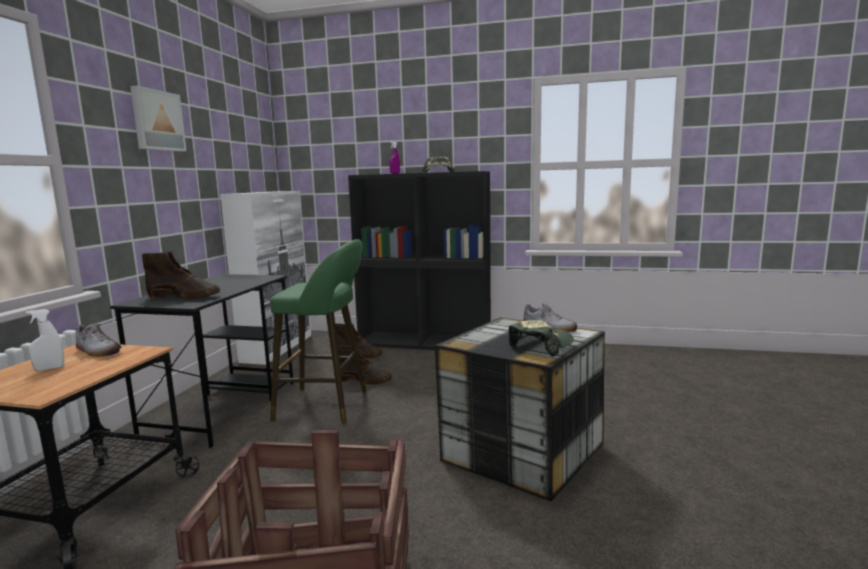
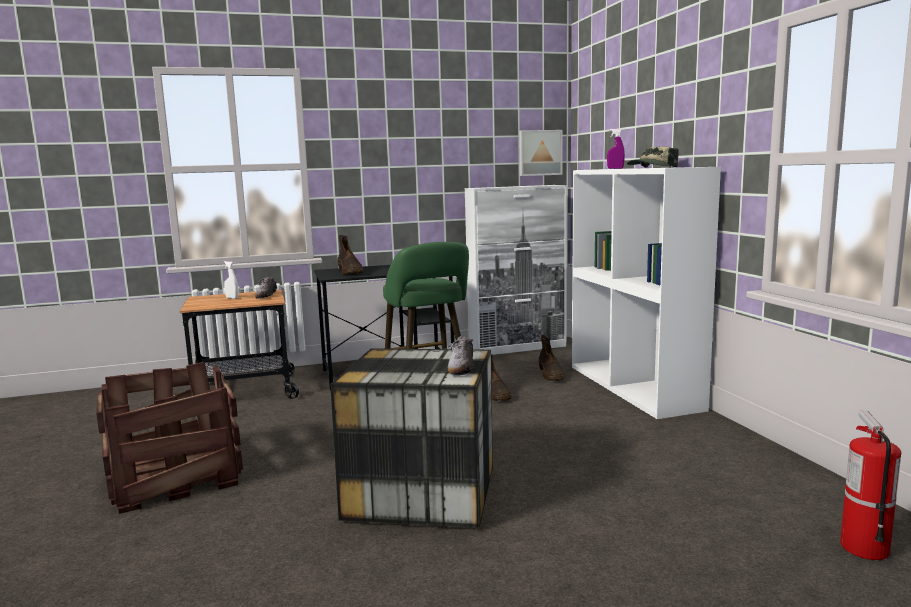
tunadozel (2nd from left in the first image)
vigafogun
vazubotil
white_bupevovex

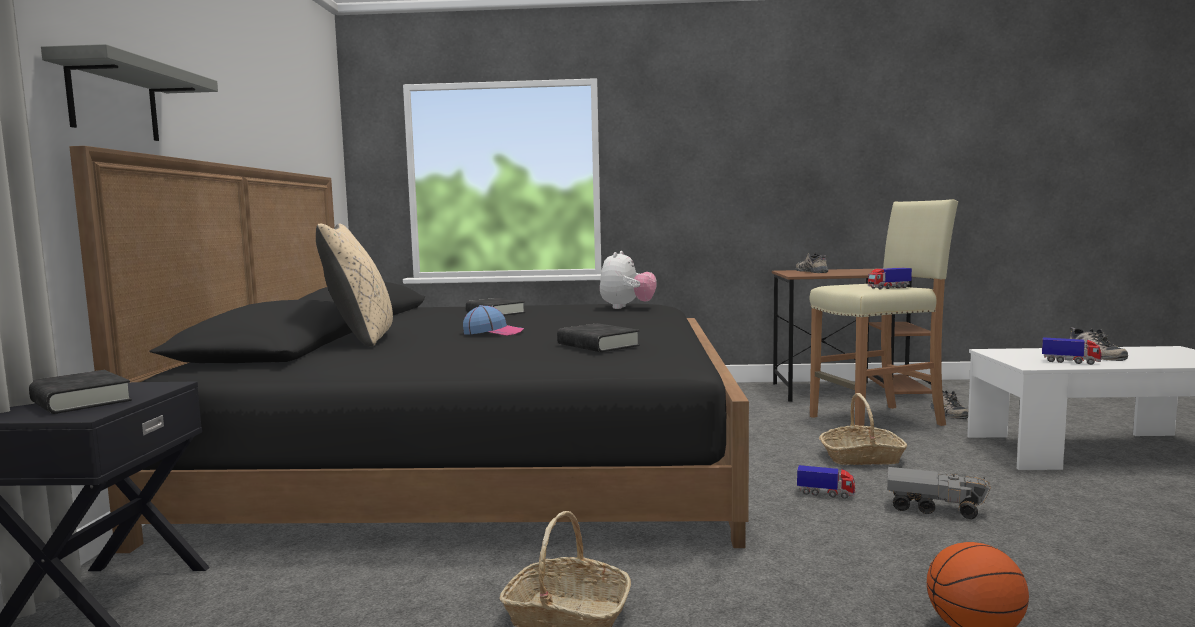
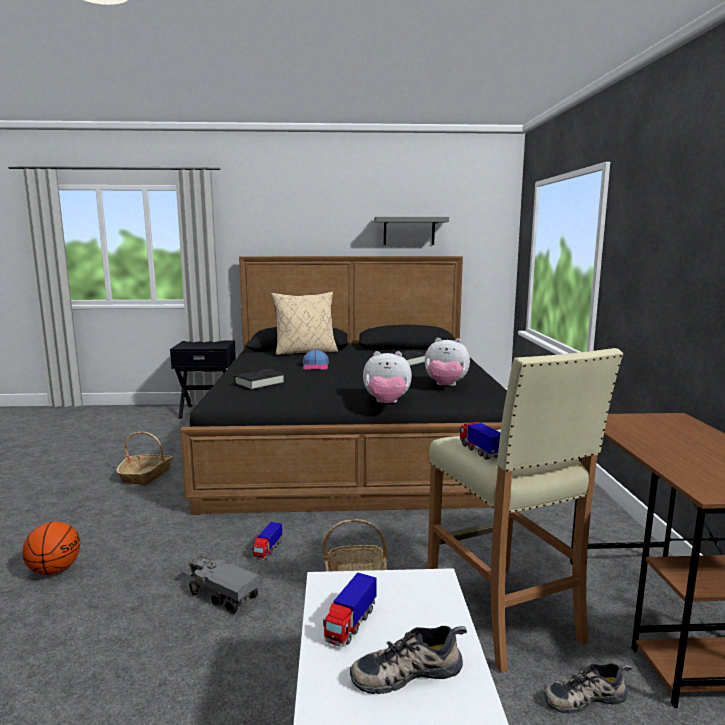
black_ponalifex (1st from left in the first image)
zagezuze (1st from left in the first image)
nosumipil (1st from left)
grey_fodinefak
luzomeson (1st from left)

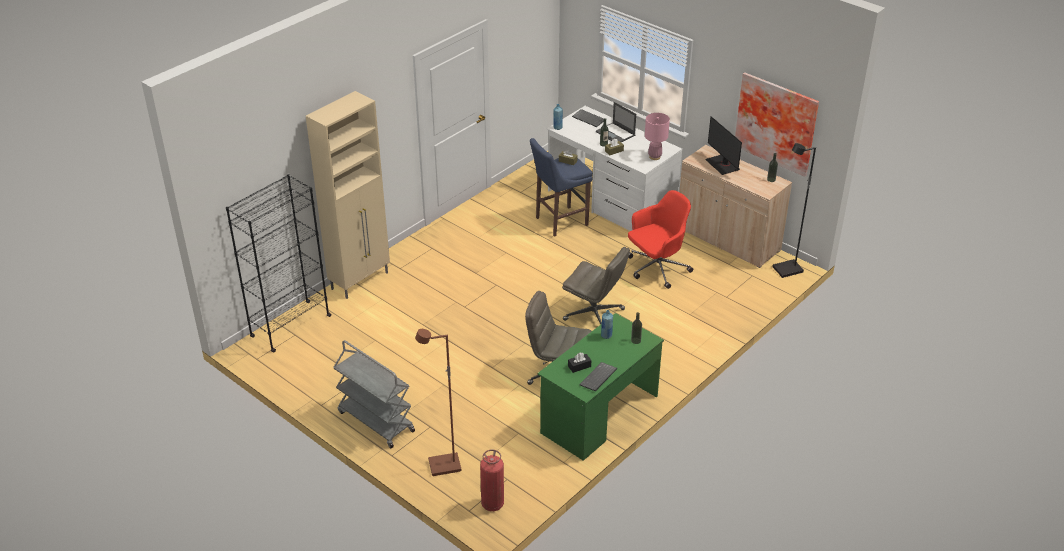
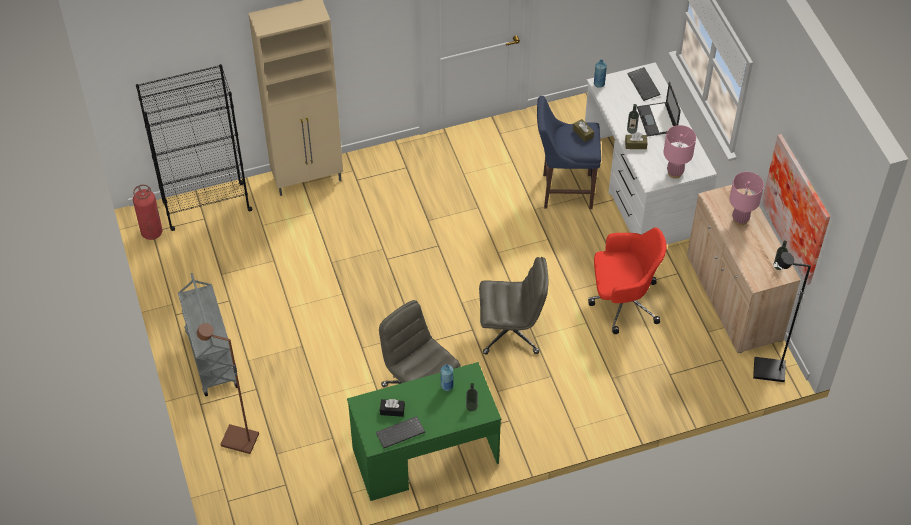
vigafogun
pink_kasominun (2nd from left)
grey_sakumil (2nd from left)

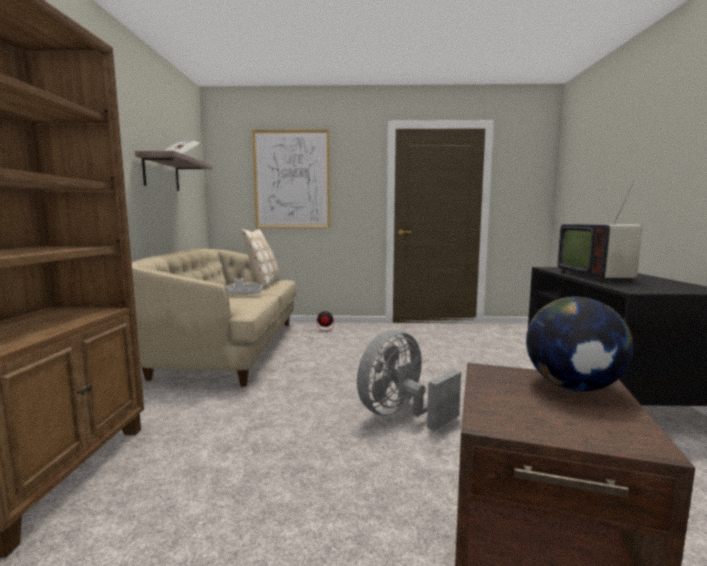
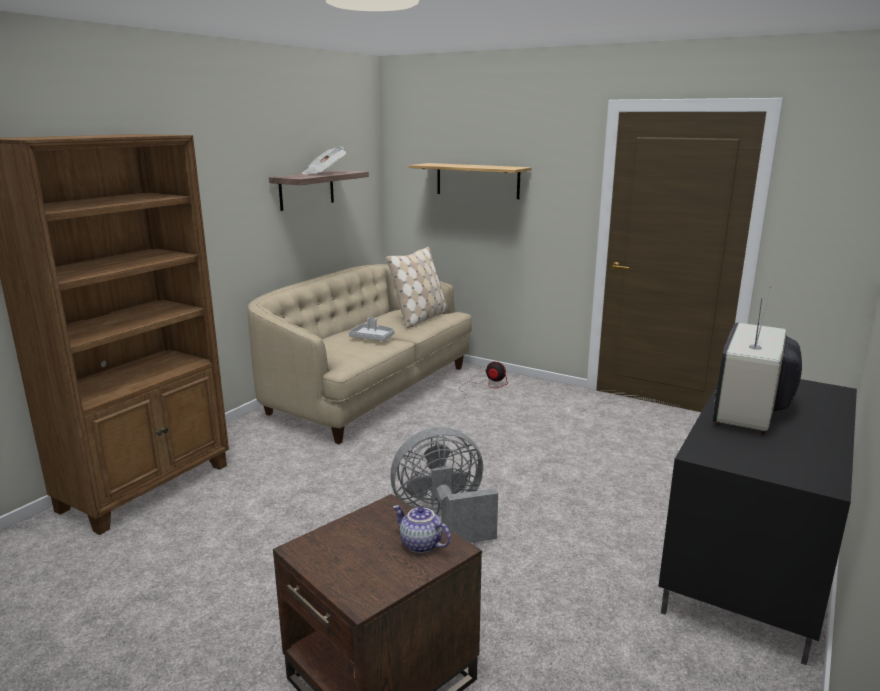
fodinefak (2nd from left)
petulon

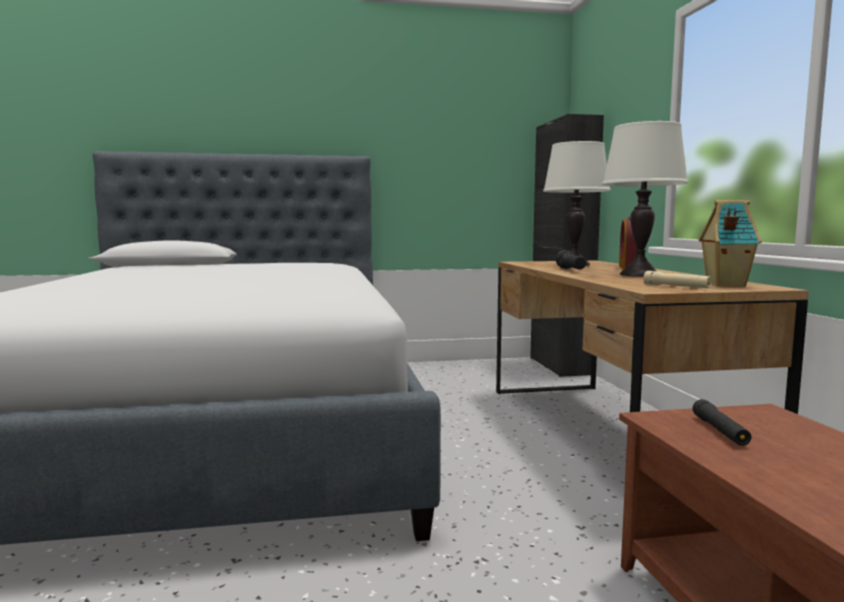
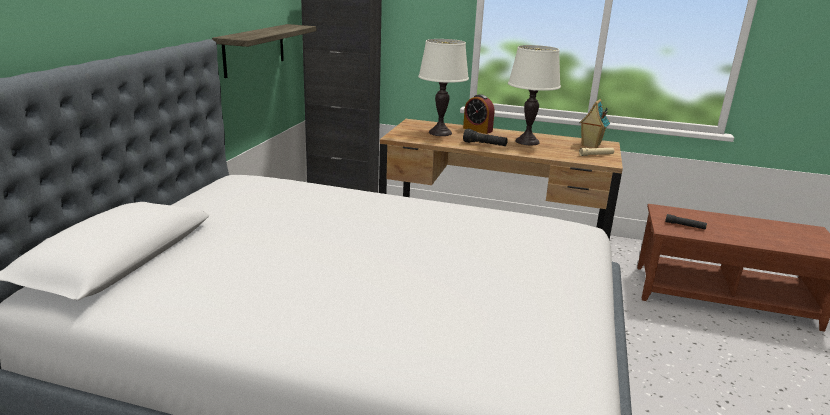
fodinefak

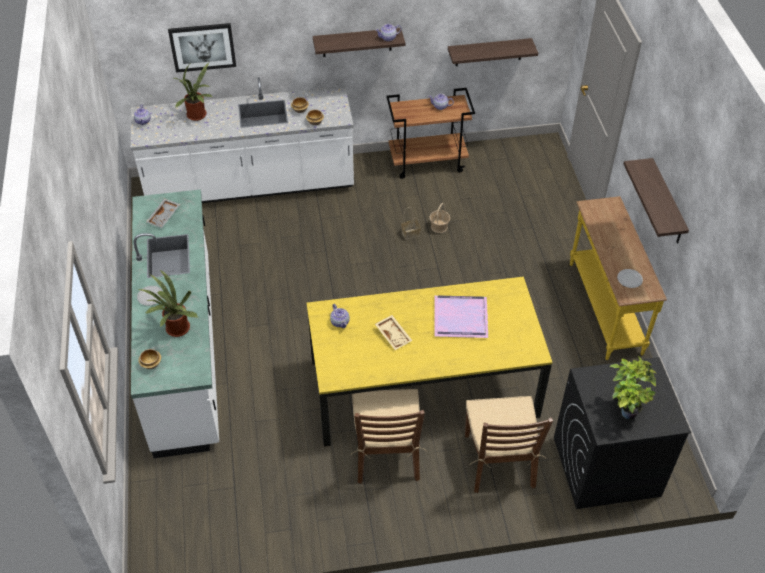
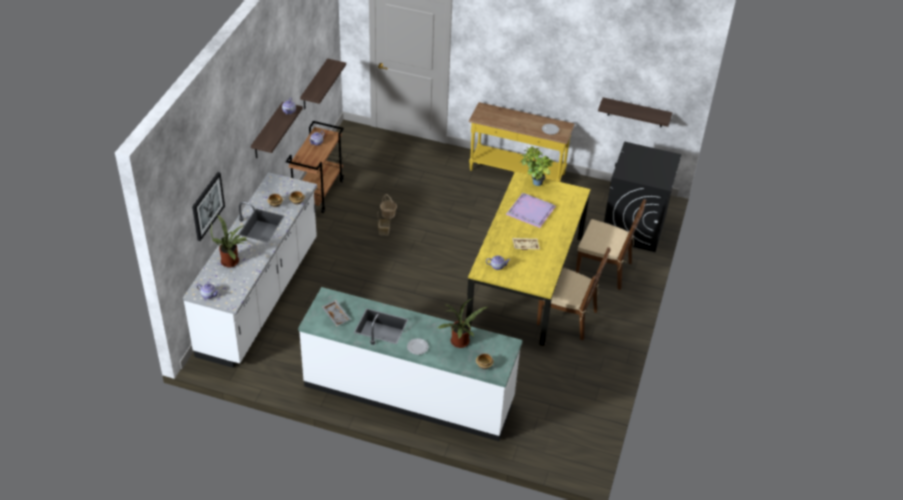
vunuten (3rd from left)
fodinefak (3rd from left)

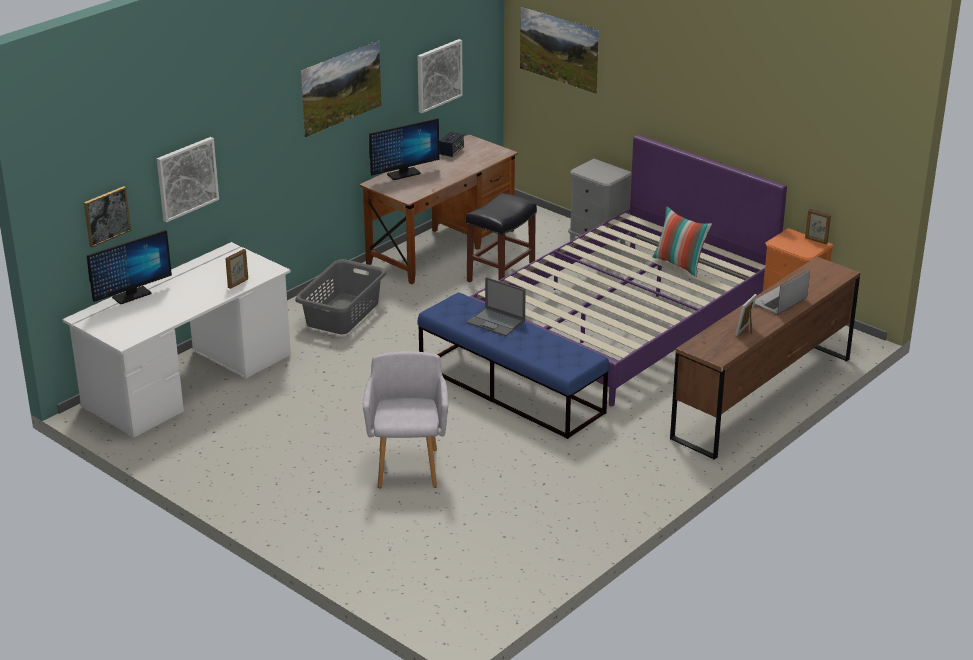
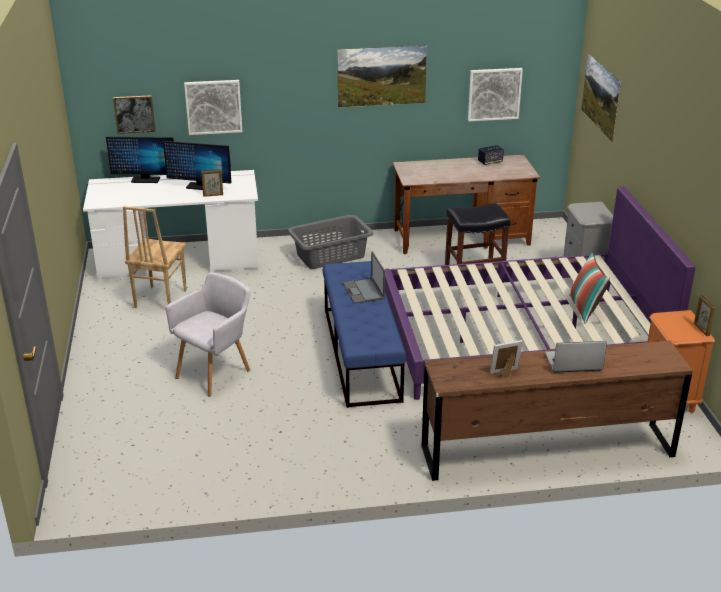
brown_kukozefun
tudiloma (2nd from left)

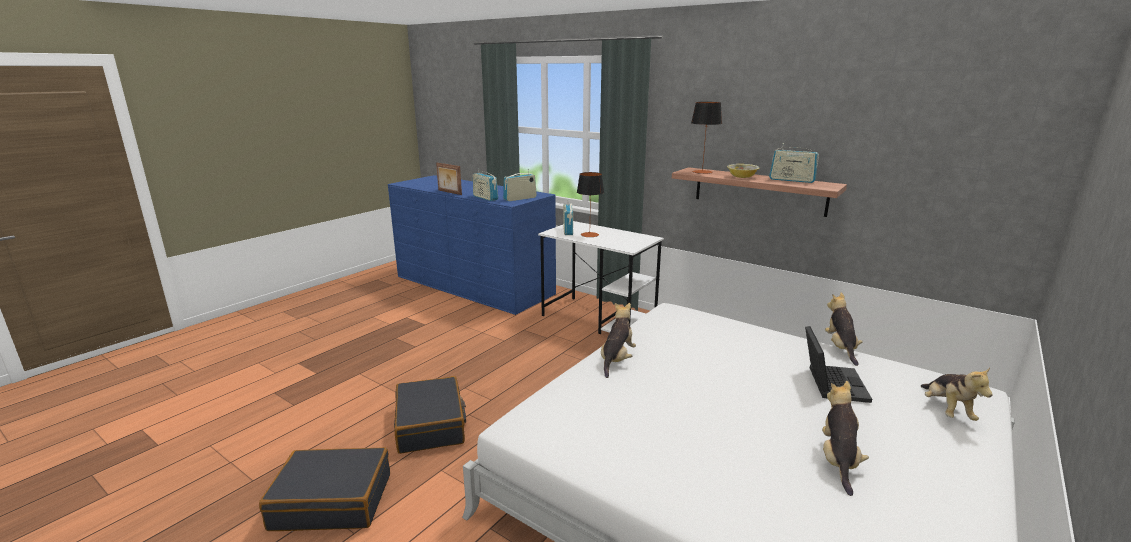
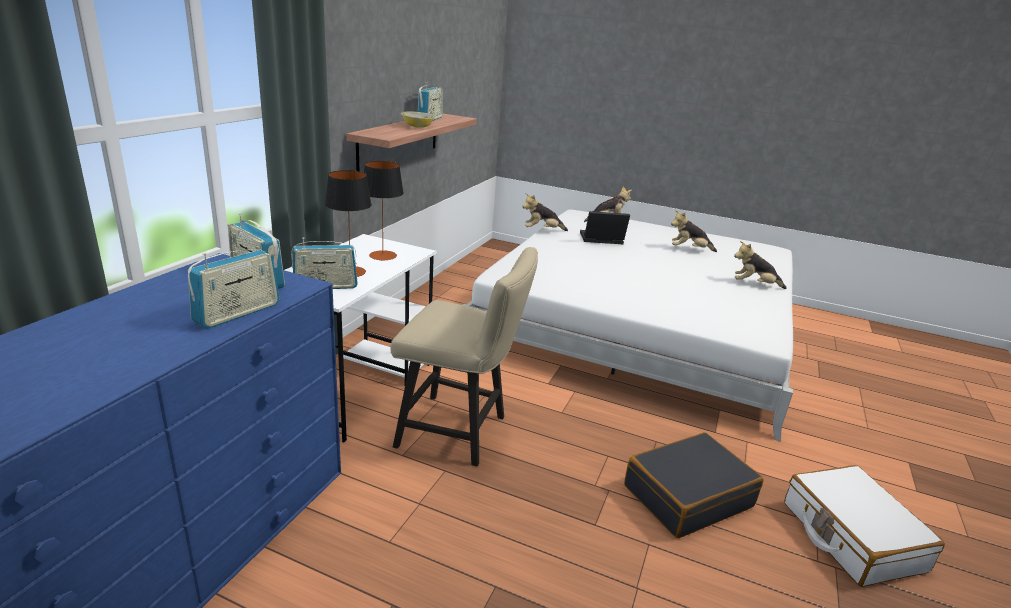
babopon
beige_kukozefun
nosumipil (4th from left)
kasominun (2nd from left)
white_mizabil

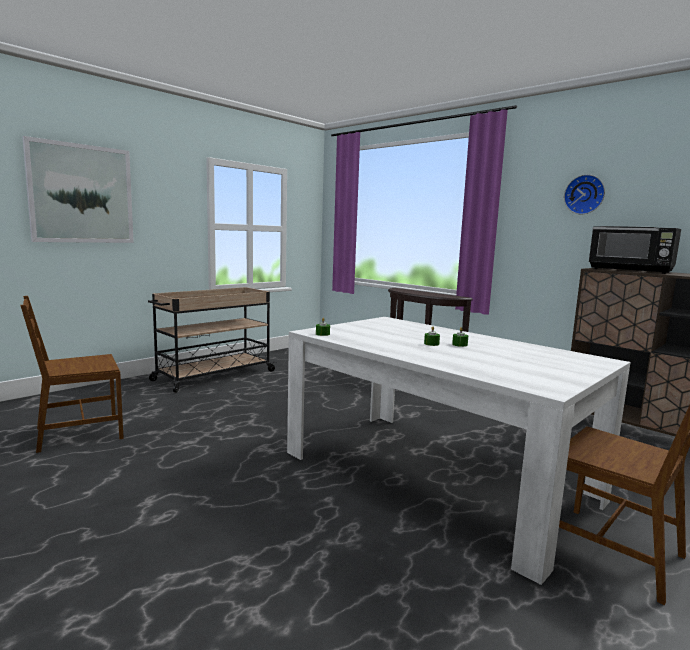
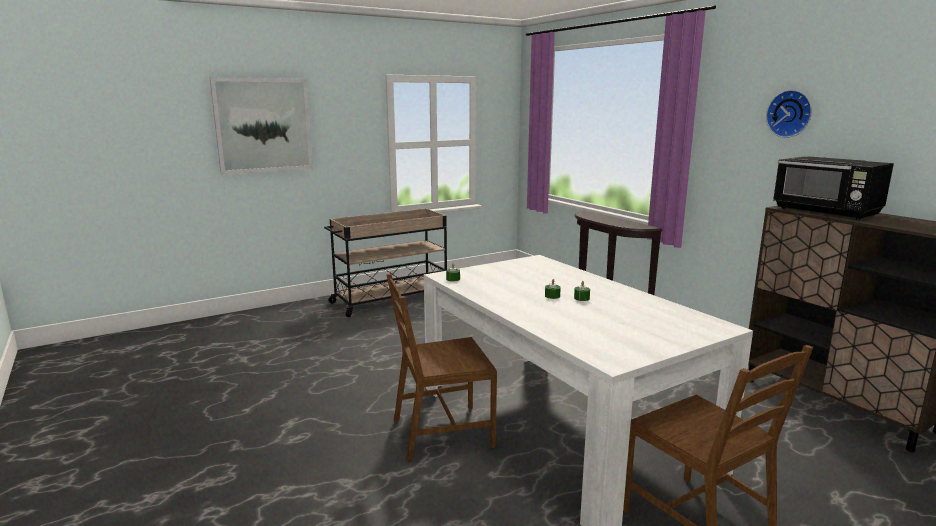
brown_kukozefun (1st from left)

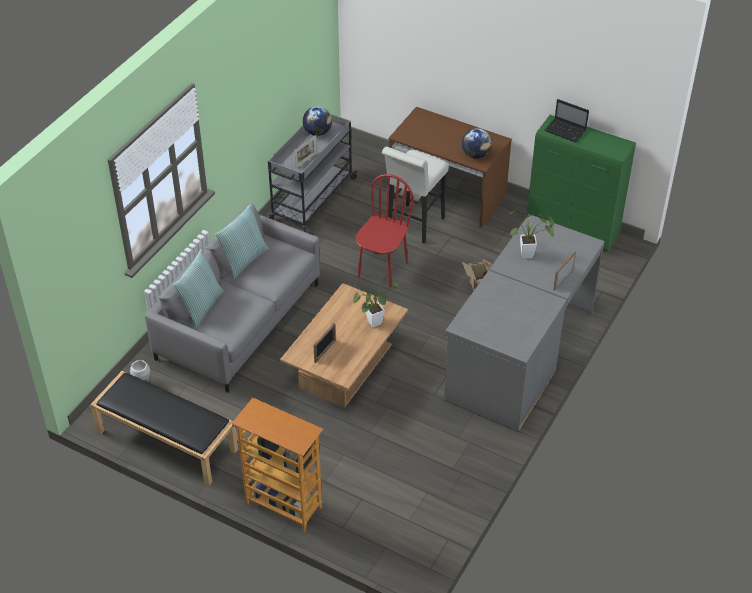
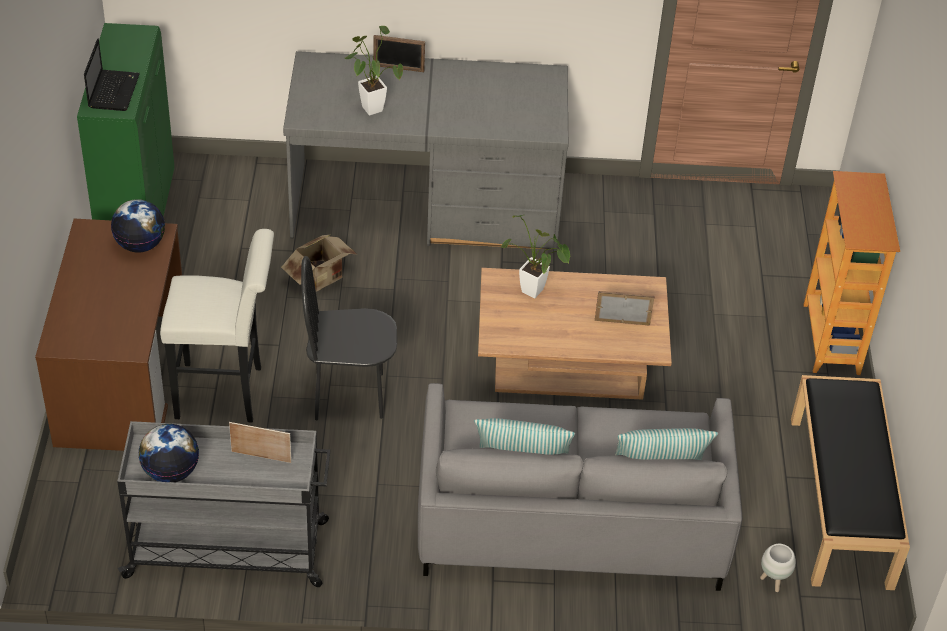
black_kukozefun

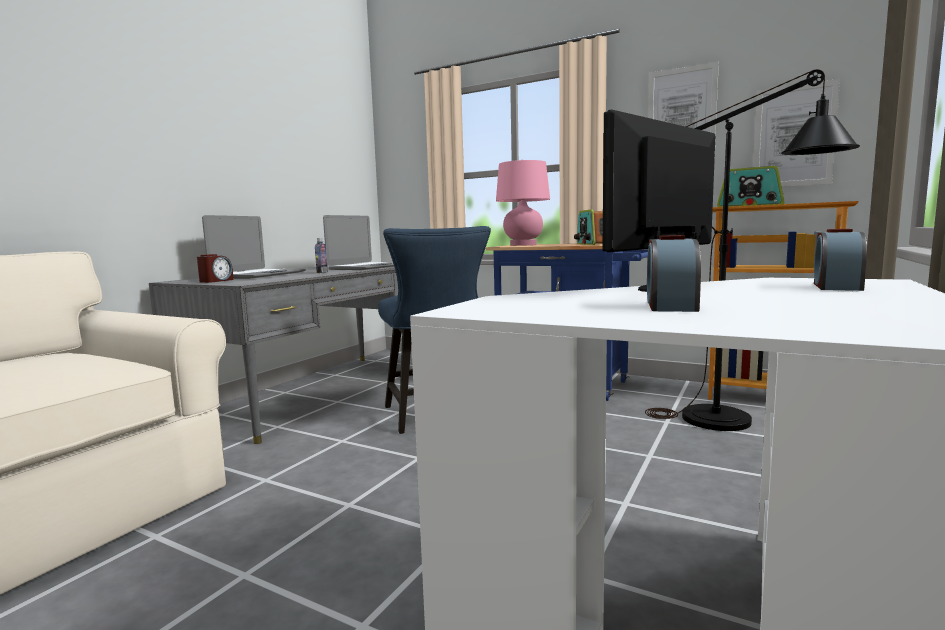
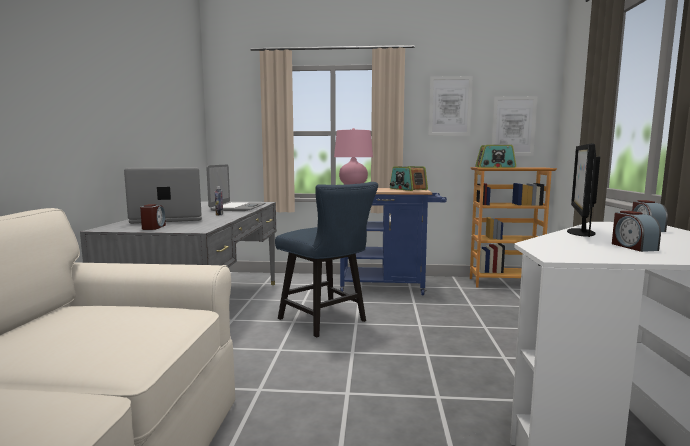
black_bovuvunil
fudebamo (1st from left)

